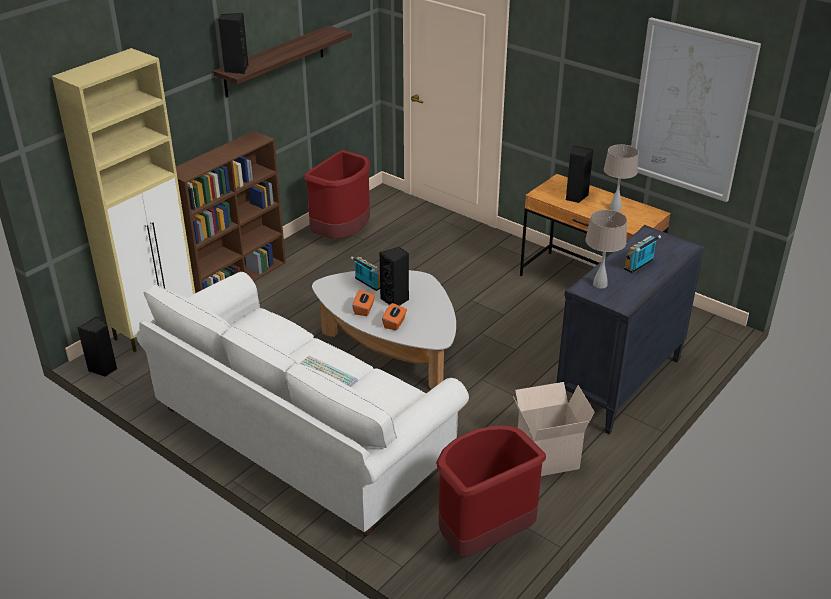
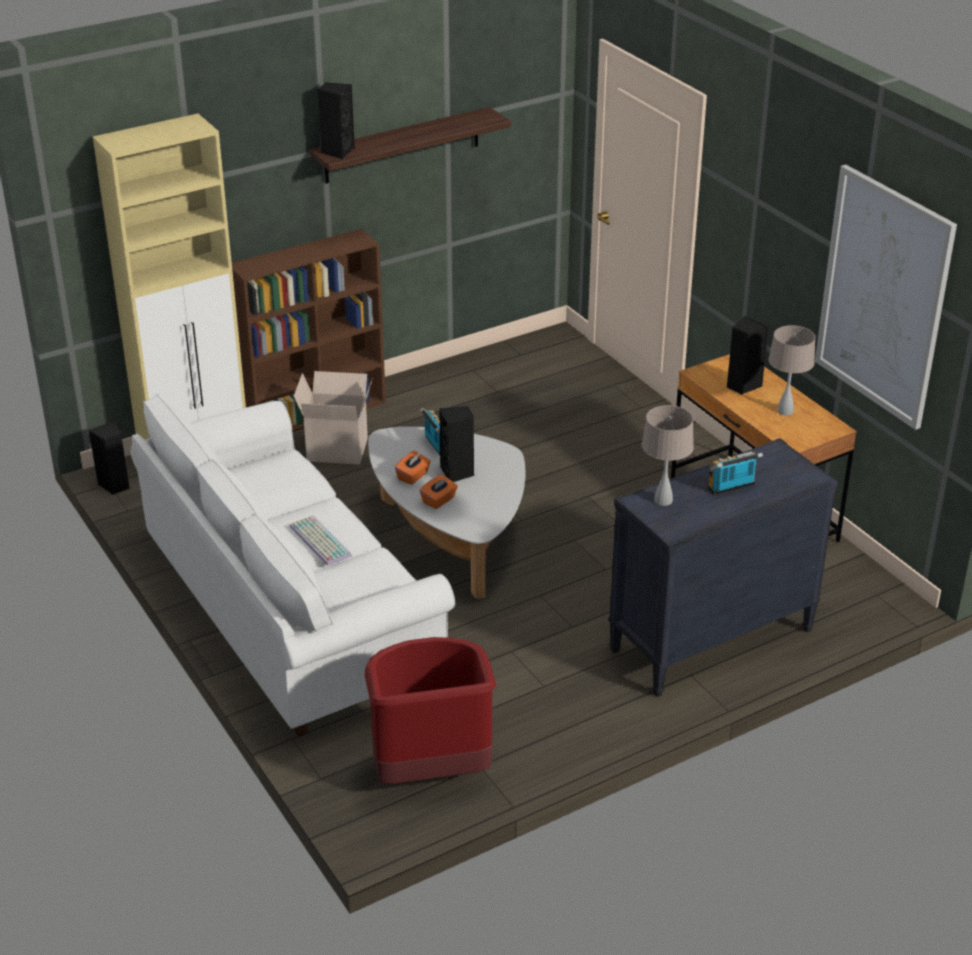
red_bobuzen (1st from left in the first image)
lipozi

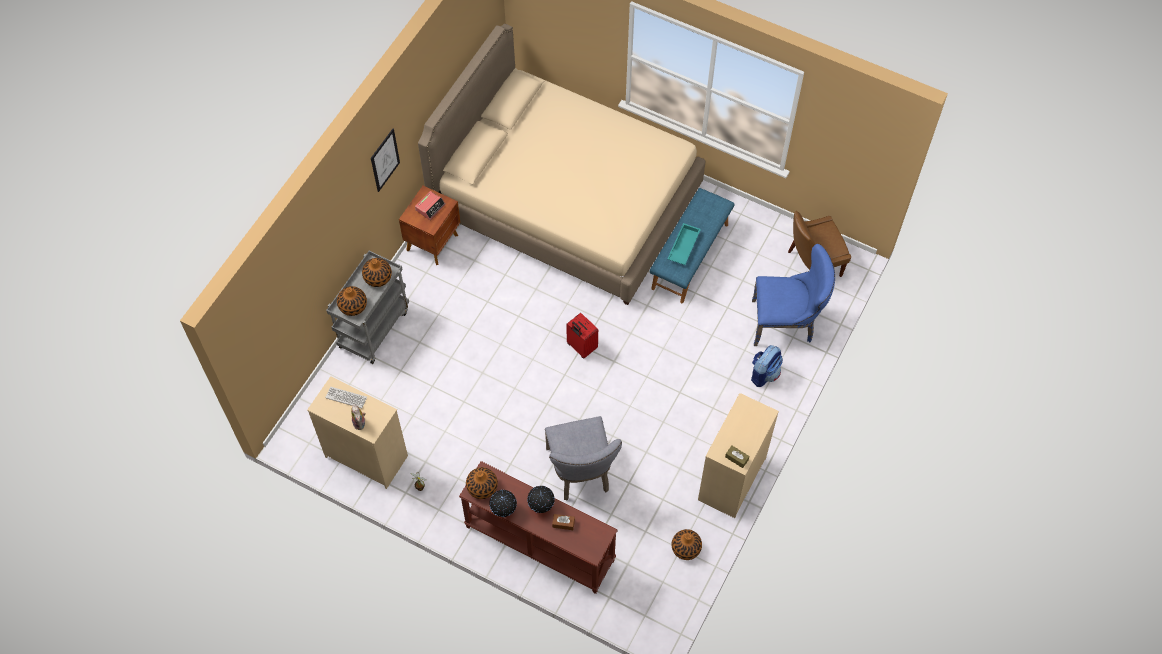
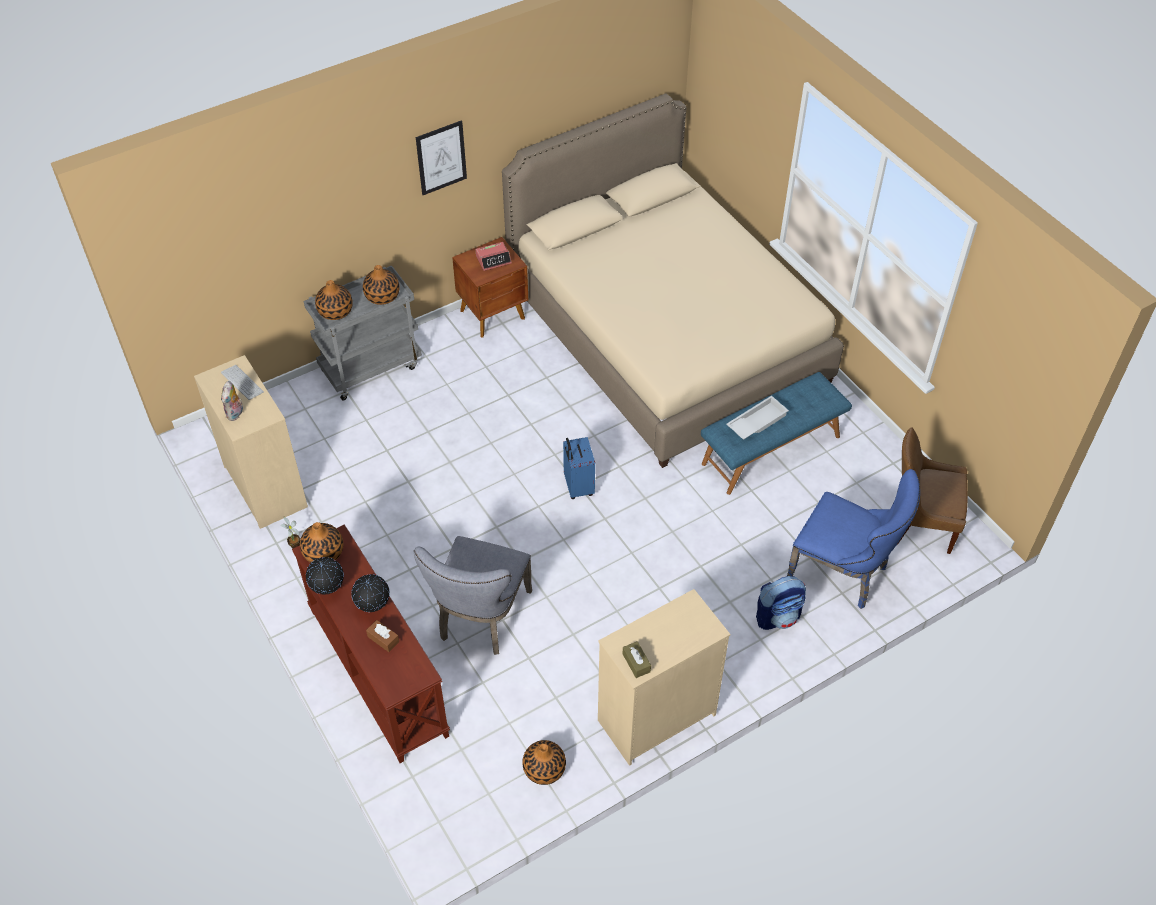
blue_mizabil
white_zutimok

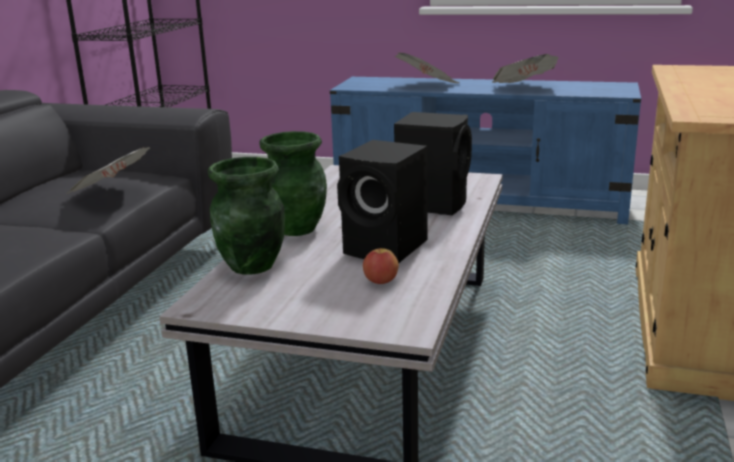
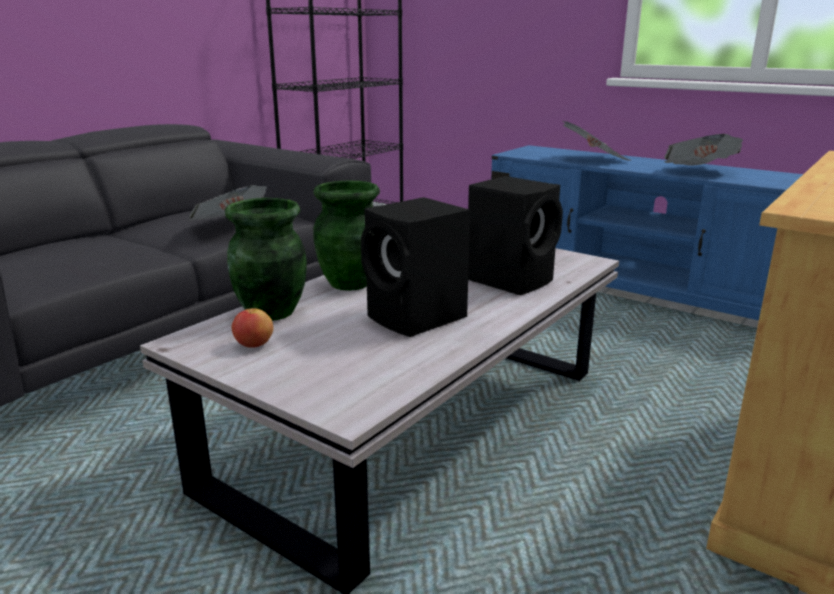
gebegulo

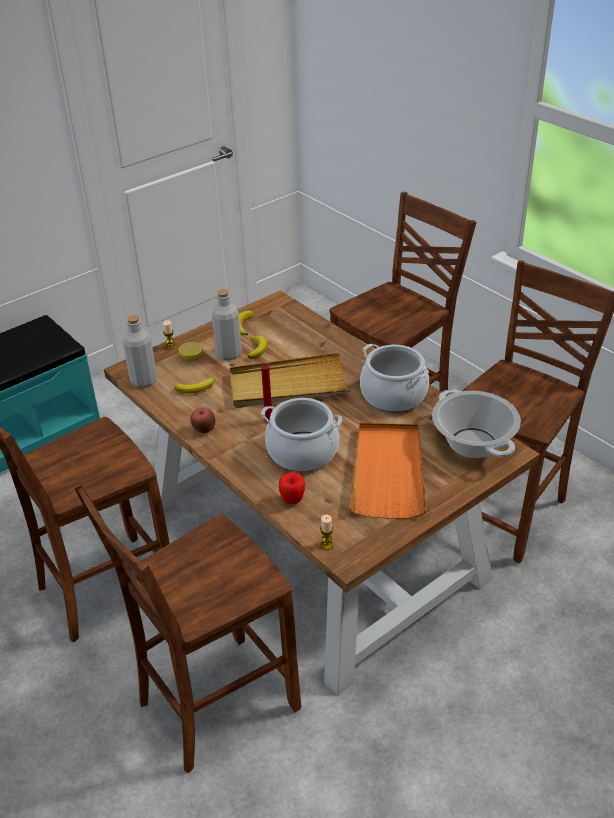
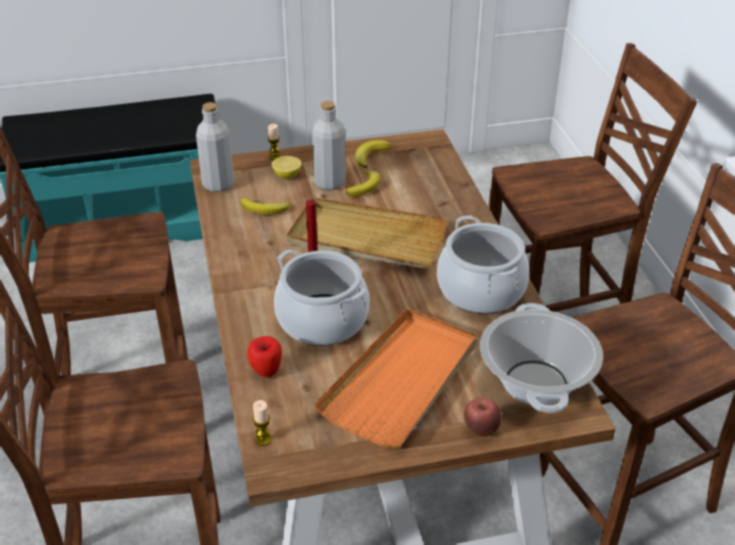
gebegulo (2nd from left)

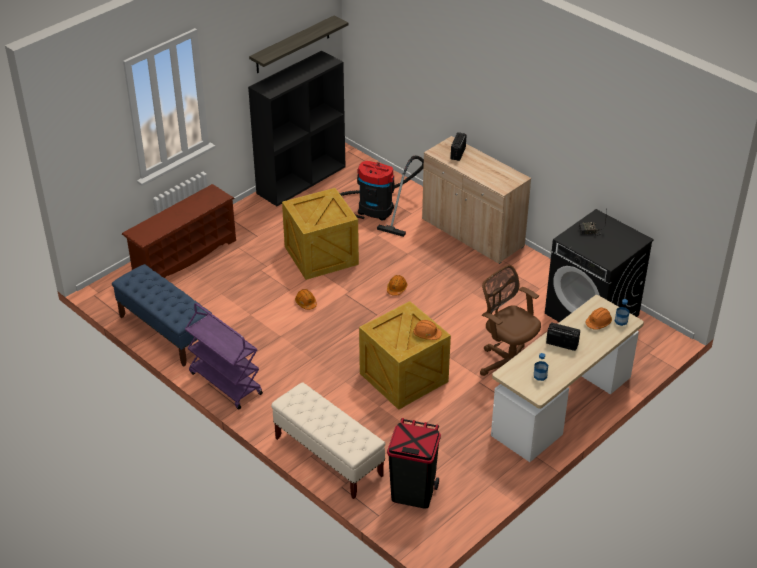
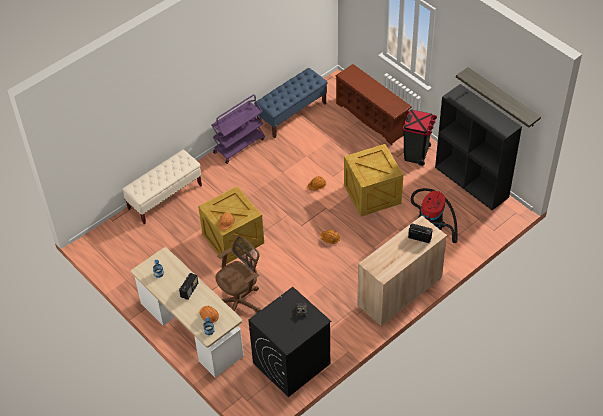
black_bobuzen

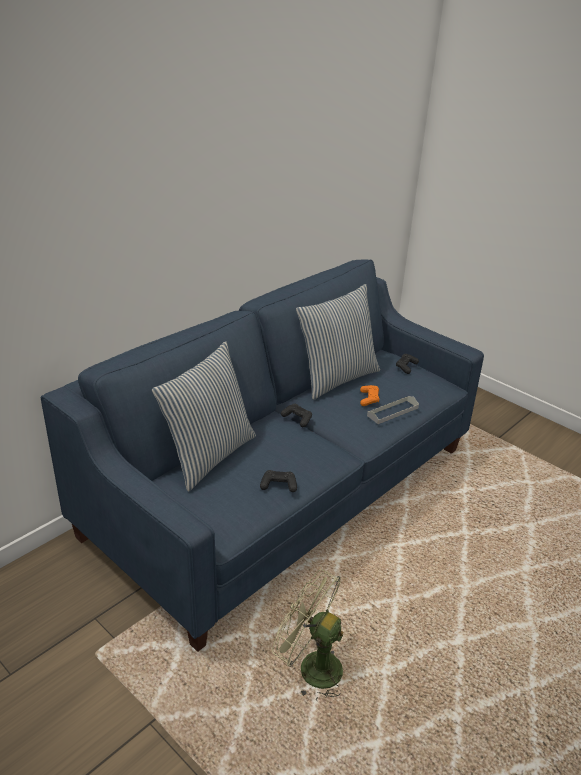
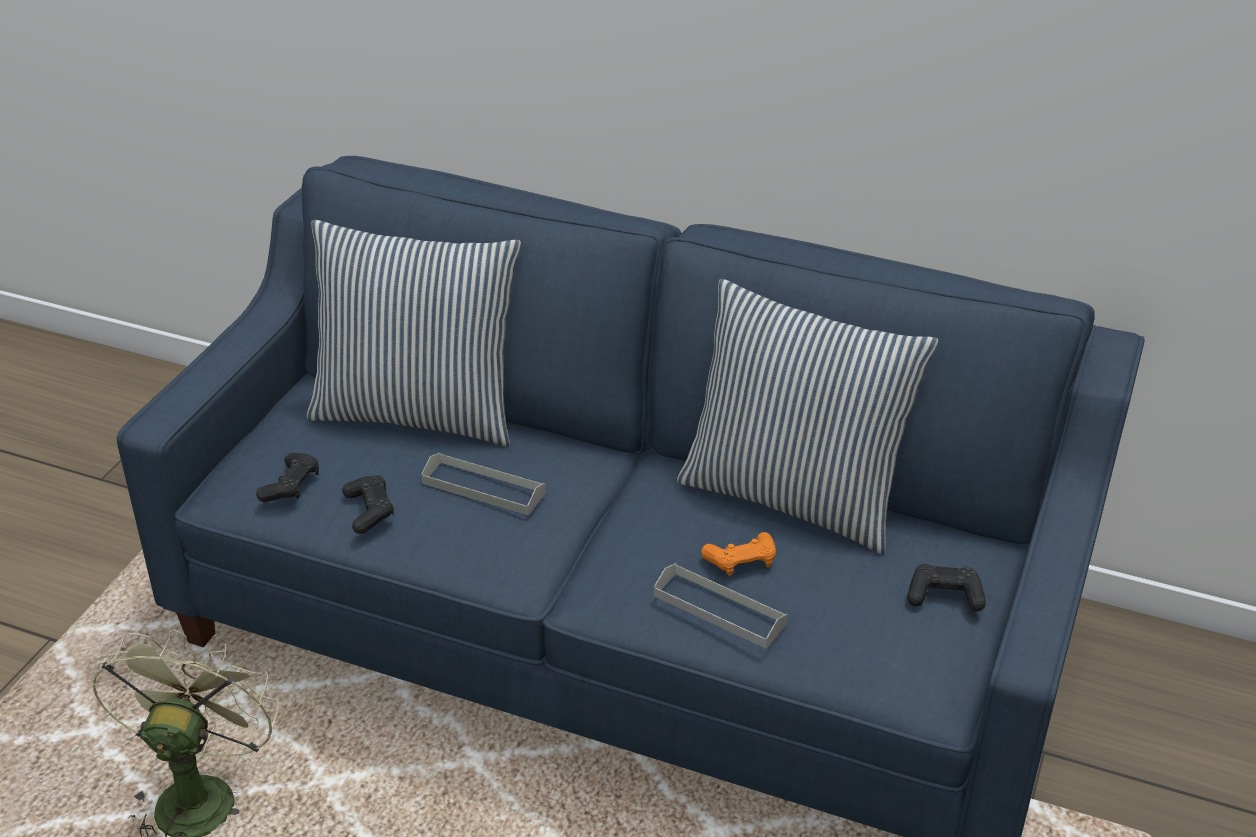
grey_zutimok (1st from left)
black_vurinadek (1st from left)

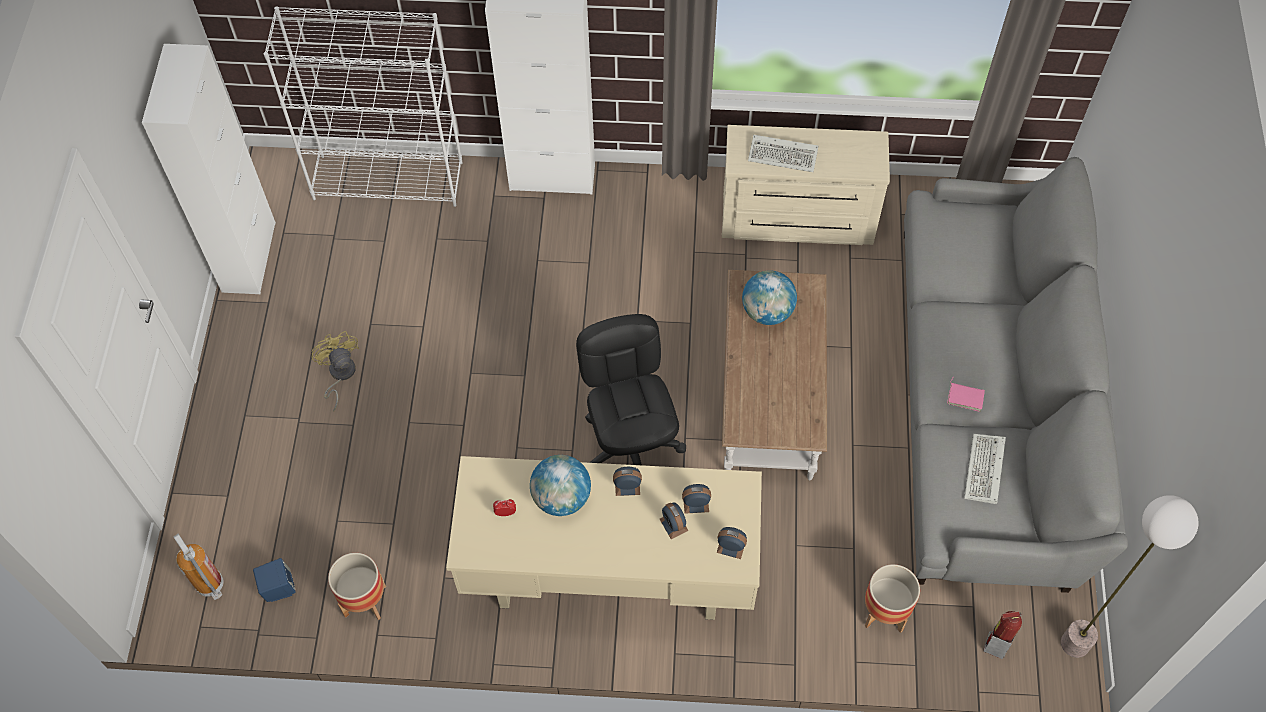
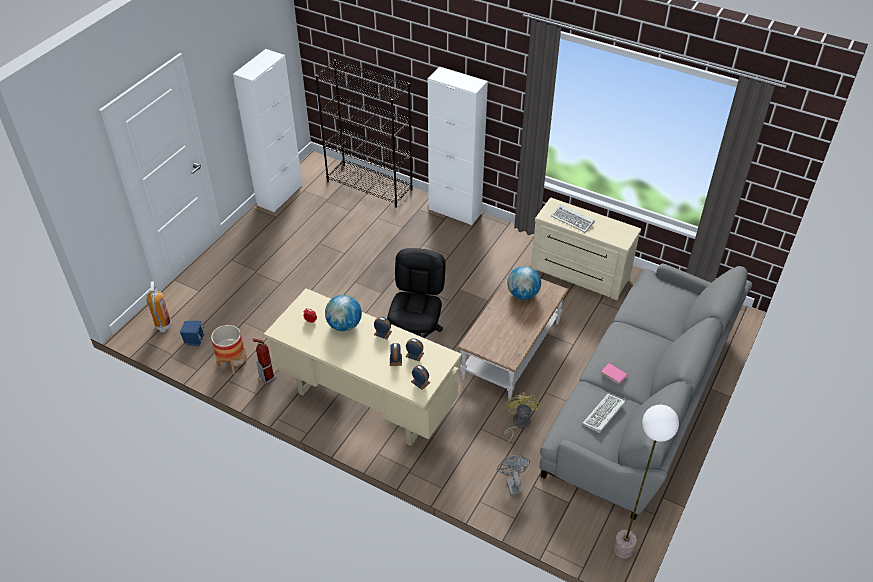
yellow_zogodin
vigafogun (2nd from left)
grey_zogodin
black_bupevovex

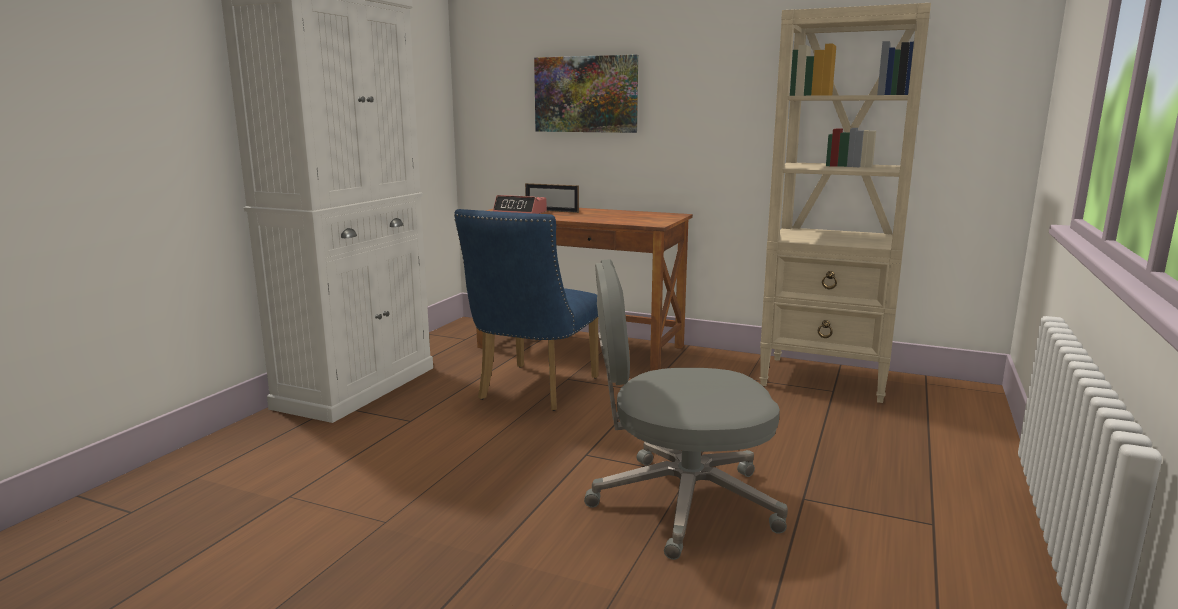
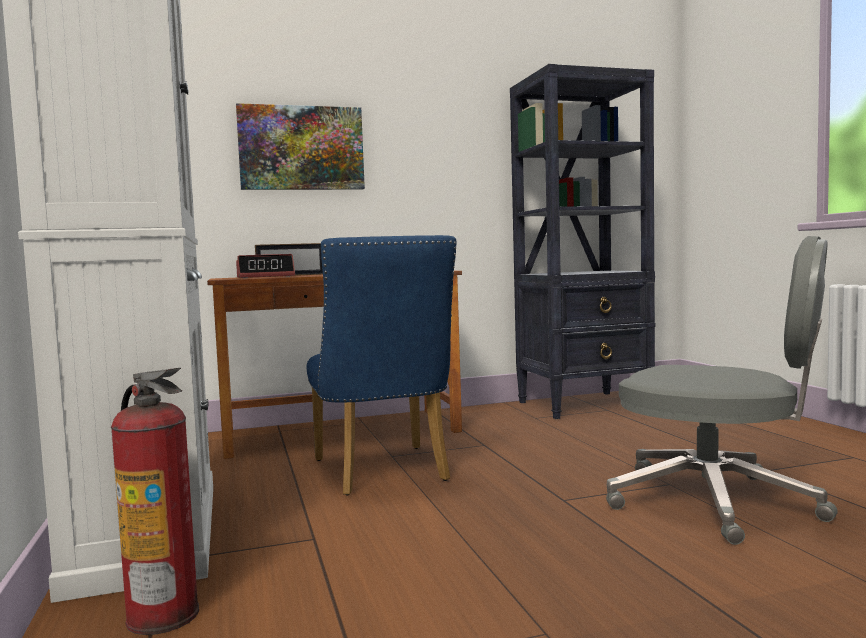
vigafogun
black_bupevovex
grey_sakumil

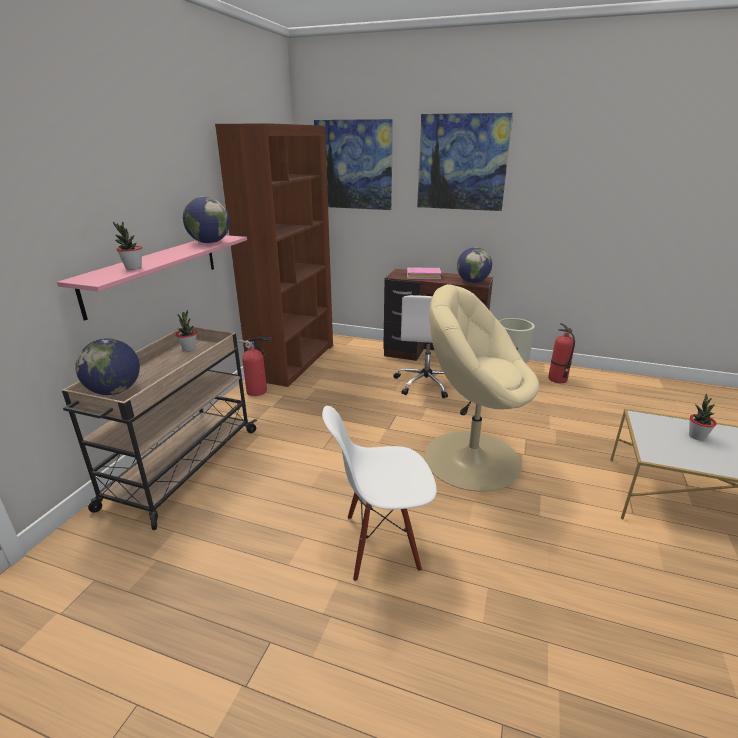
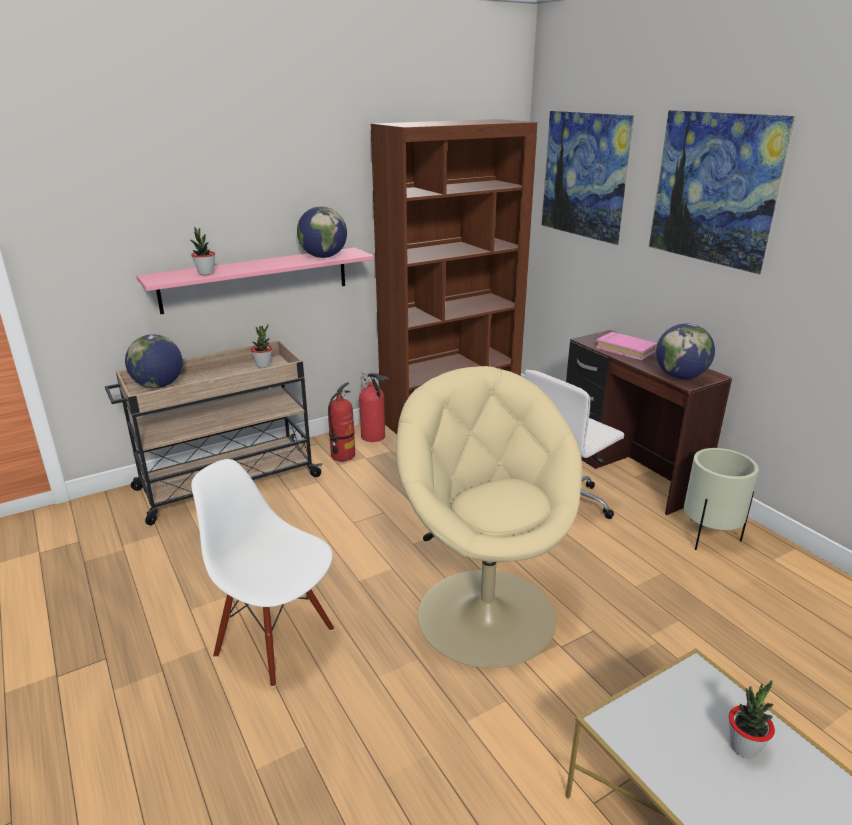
vigafogun (1st from left)

